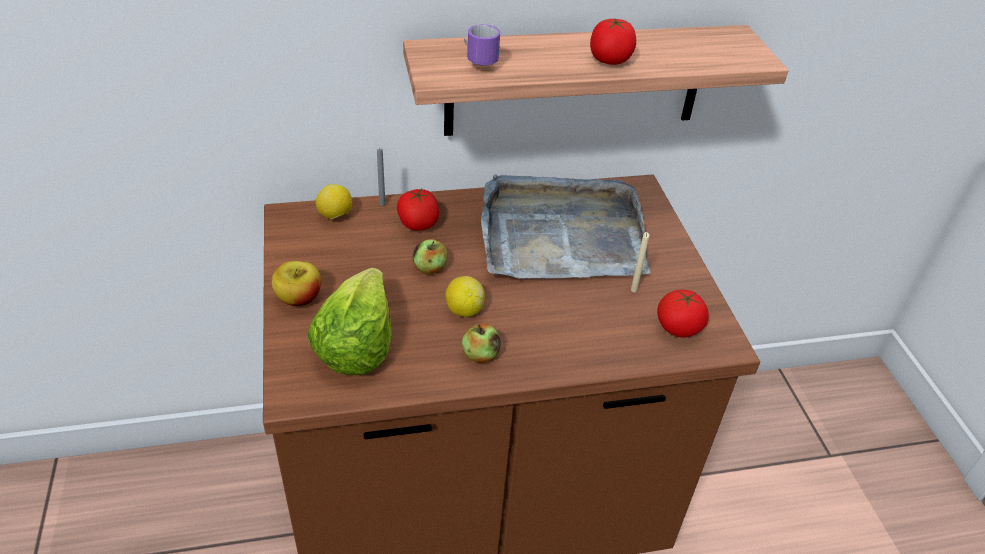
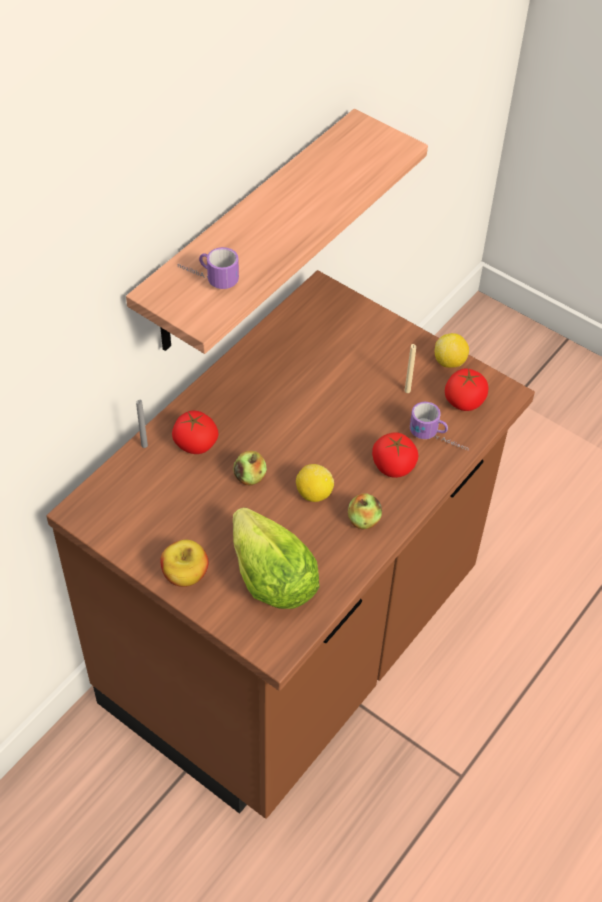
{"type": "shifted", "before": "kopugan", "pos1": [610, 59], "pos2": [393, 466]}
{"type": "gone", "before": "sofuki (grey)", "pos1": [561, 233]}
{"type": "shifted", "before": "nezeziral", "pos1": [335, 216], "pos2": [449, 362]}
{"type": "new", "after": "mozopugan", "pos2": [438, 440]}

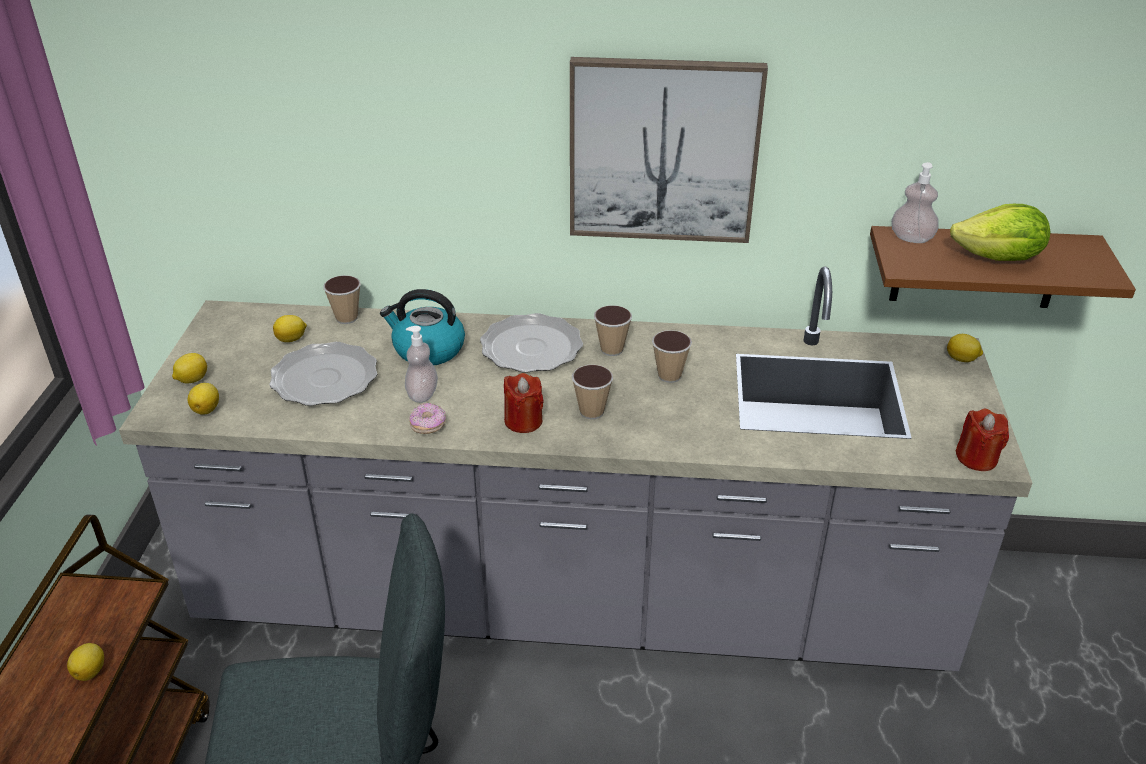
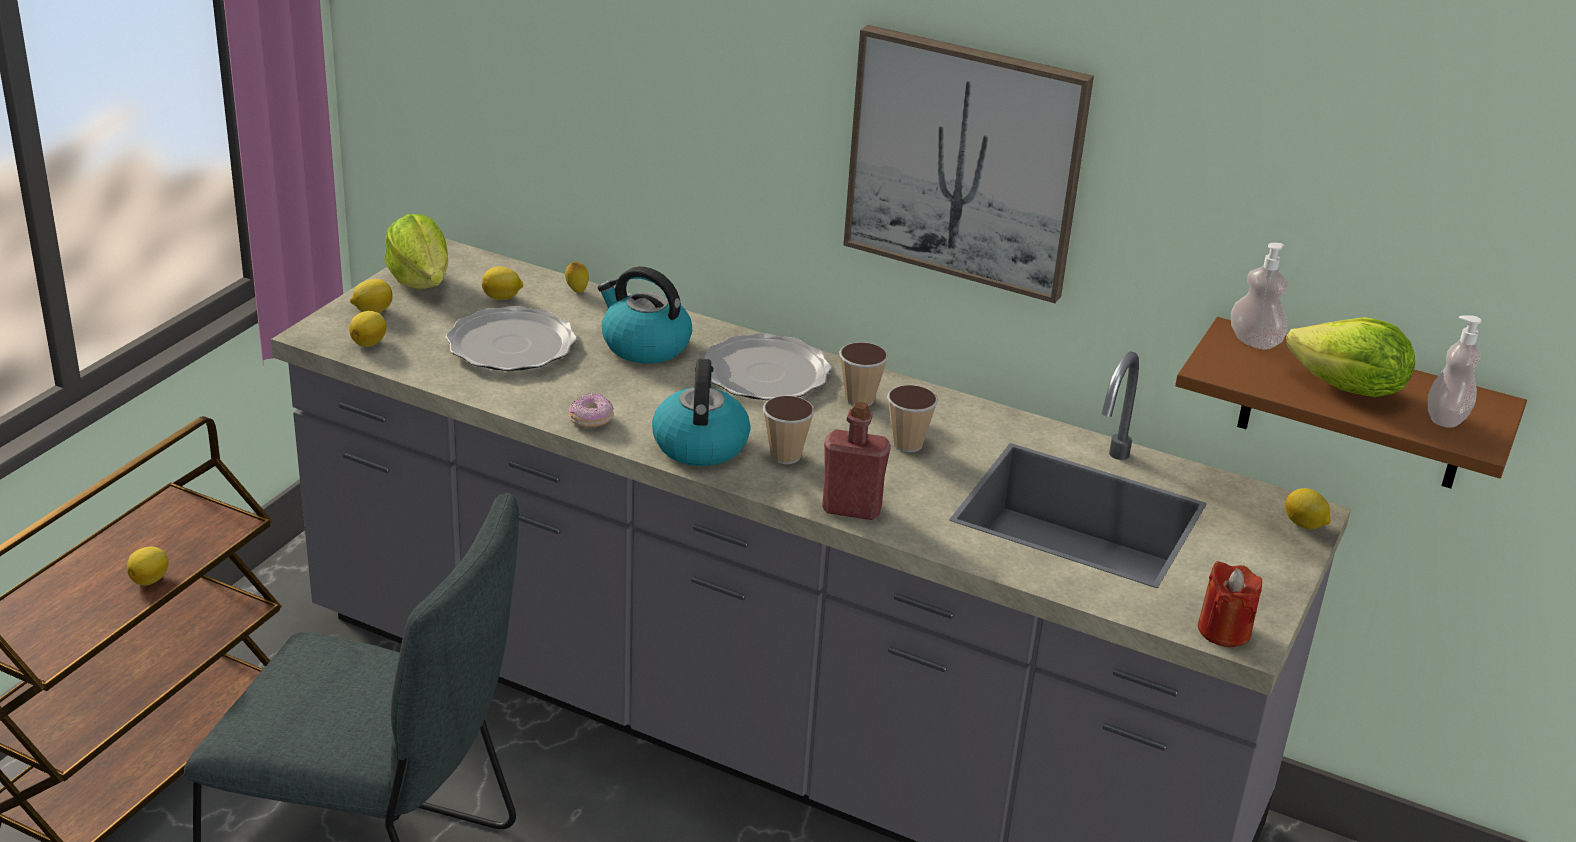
{"type": "swapped", "before": "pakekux", "after": "nezeziral", "pos1": [346, 318], "pos2": [577, 291]}
{"type": "shifted", "before": "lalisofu", "pos1": [422, 394], "pos2": [1446, 418]}
{"type": "swapped", "before": "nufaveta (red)", "after": "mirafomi", "pos1": [523, 421], "pos2": [699, 444]}
{"type": "new", "after": "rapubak", "pos2": [420, 280]}
{"type": "new", "after": "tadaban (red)", "pos2": [851, 509]}

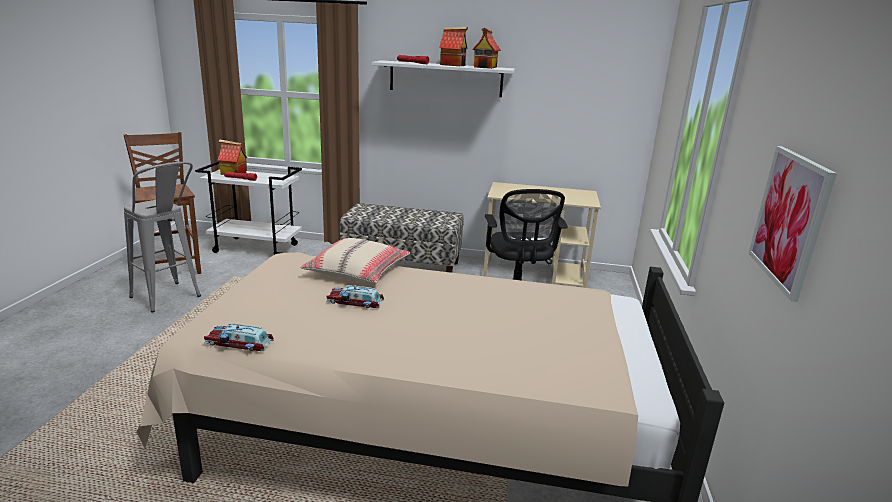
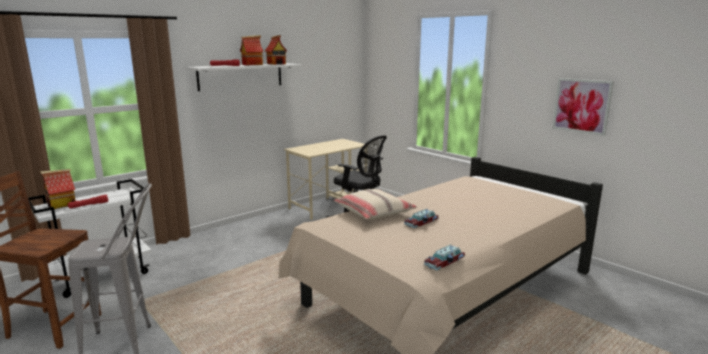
{"type": "gone", "before": "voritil", "pos1": [402, 265]}

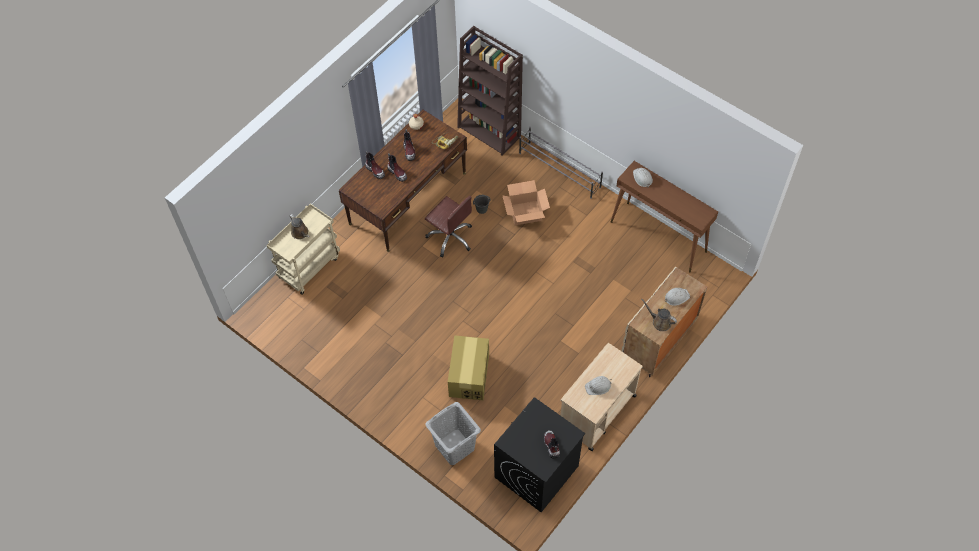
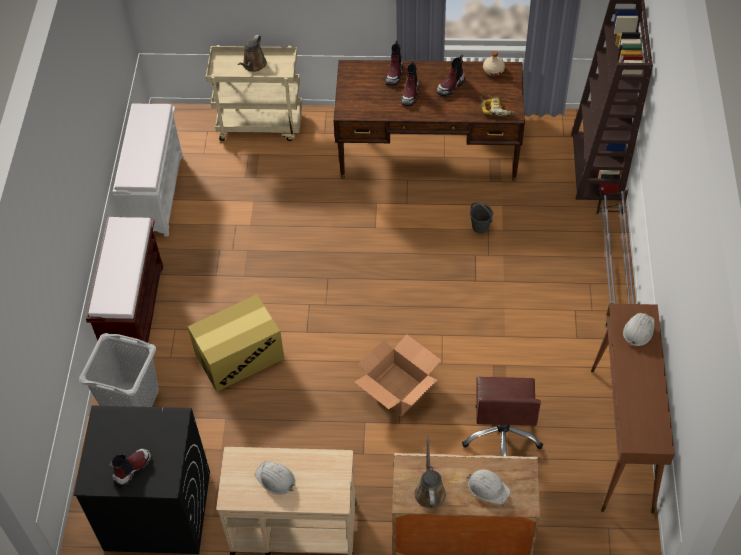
{"type": "shifted", "before": "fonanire", "pos1": [525, 212], "pos2": [398, 388]}
{"type": "shifted", "before": "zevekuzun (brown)", "pos1": [450, 237], "pos2": [502, 435]}
{"type": "new", "after": "voritil (white)", "pos2": [156, 193]}
{"type": "new", "after": "voritil (brown)", "pos2": [134, 310]}

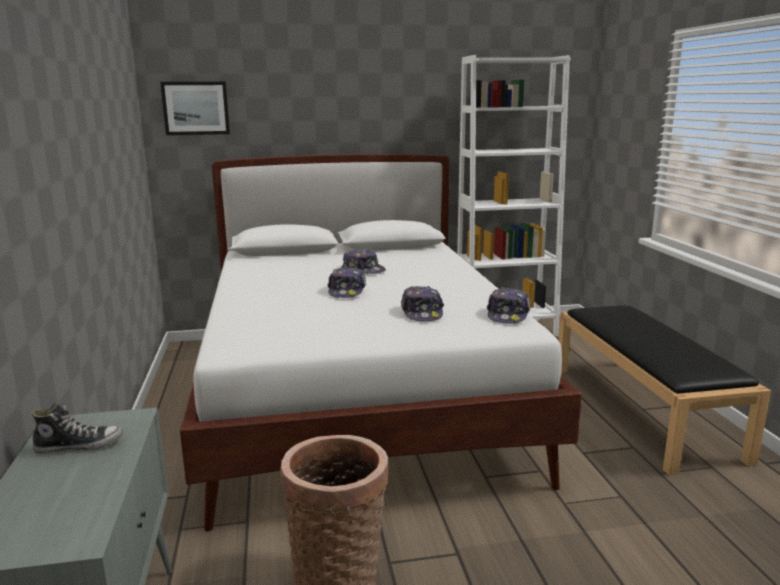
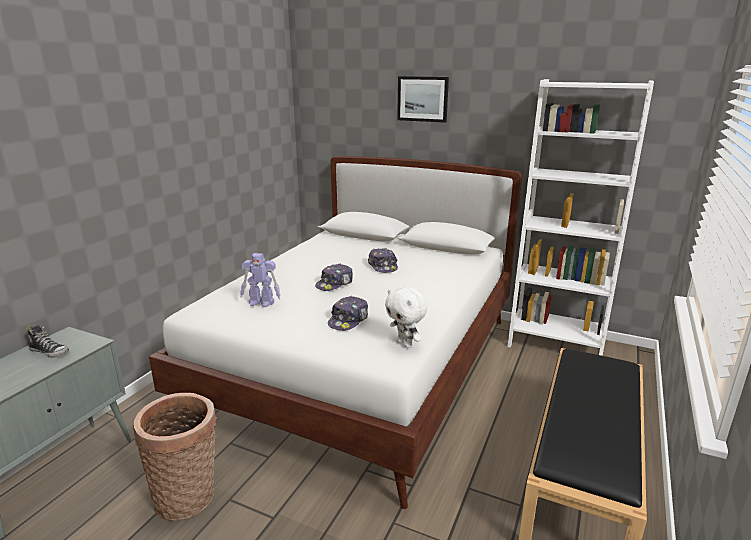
{"type": "shifted", "before": "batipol", "pos1": [196, 108], "pos2": [422, 99]}
{"type": "swapped", "before": "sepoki", "after": "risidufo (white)", "pos1": [508, 315], "pos2": [405, 344]}
{"type": "new", "after": "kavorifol", "pos2": [262, 303]}

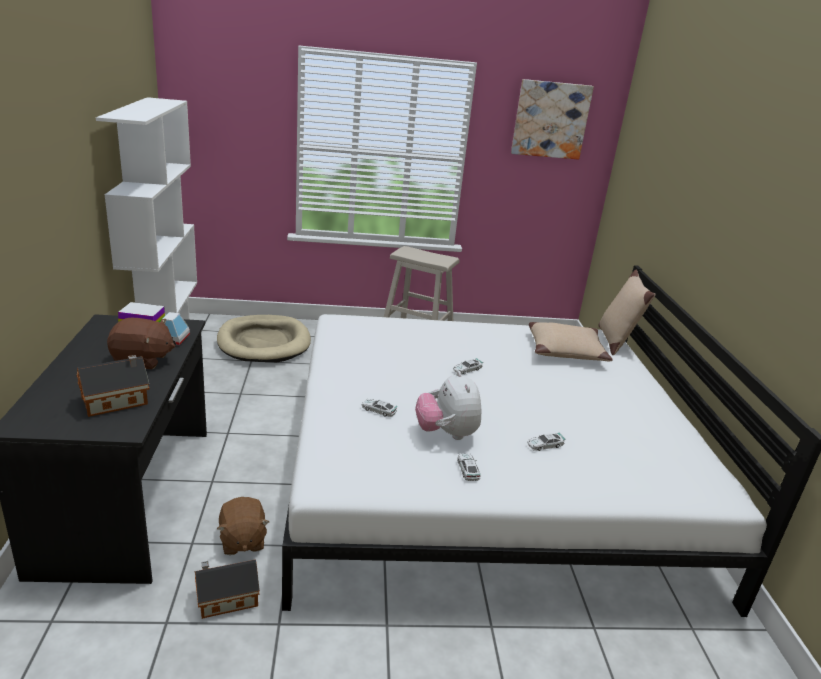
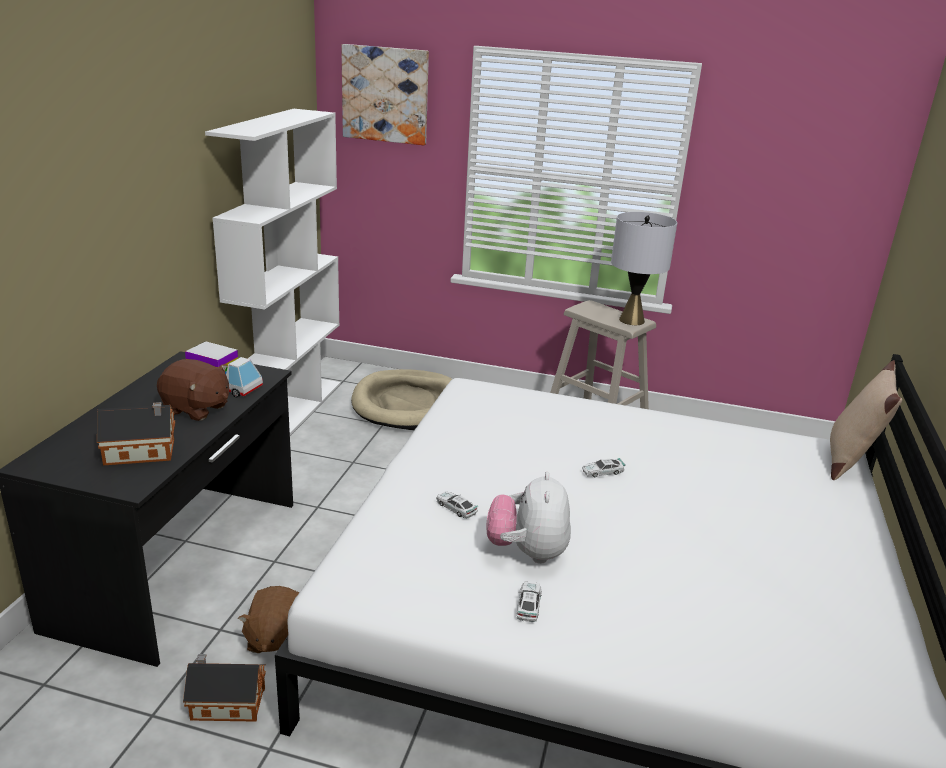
{"type": "shifted", "before": "batipol", "pos1": [550, 119], "pos2": [385, 94]}
{"type": "gone", "before": "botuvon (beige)", "pos1": [565, 350]}
{"type": "gone", "before": "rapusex", "pos1": [545, 445]}
{"type": "new", "after": "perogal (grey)", "pos2": [631, 320]}

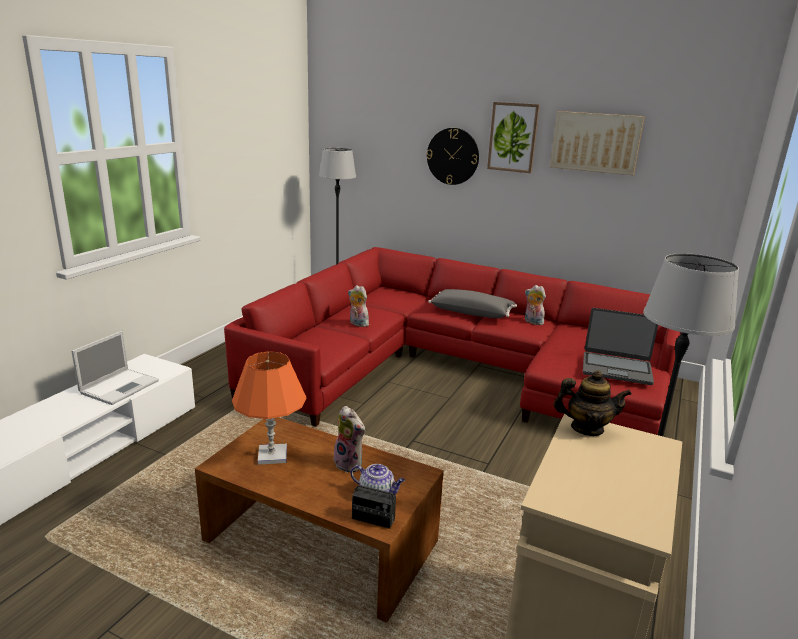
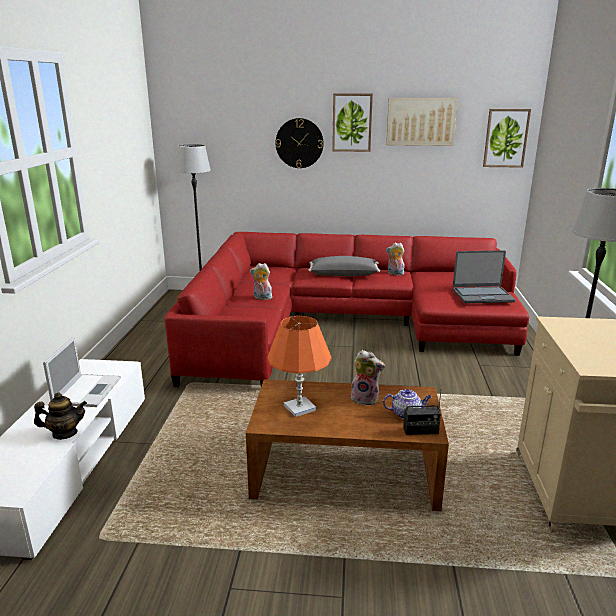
{"type": "shifted", "before": "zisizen", "pos1": [586, 428], "pos2": [65, 433]}
{"type": "new", "after": "batipol", "pos2": [506, 138]}

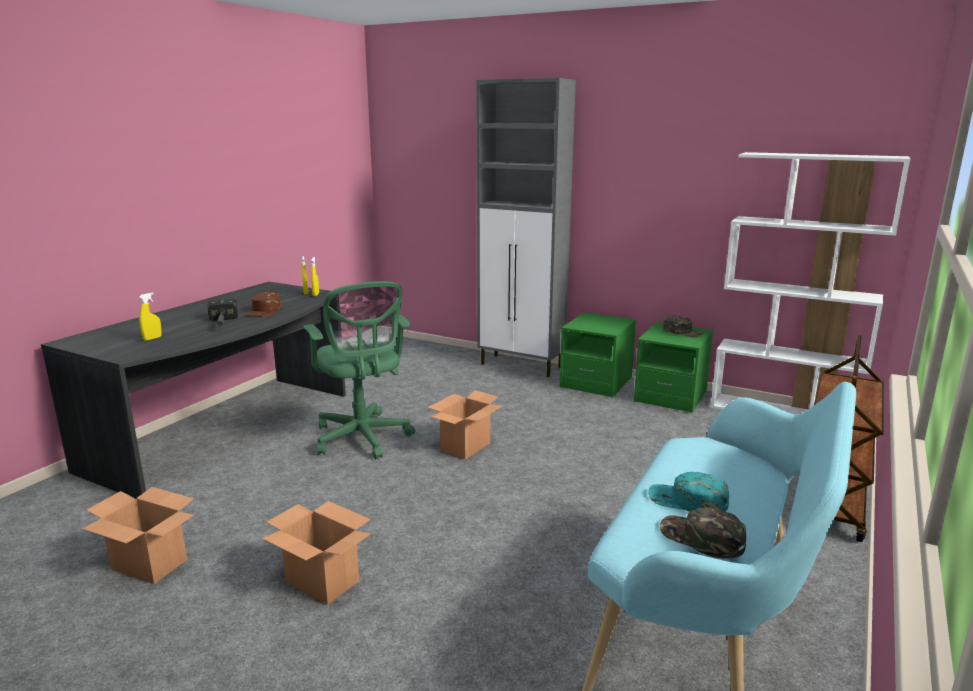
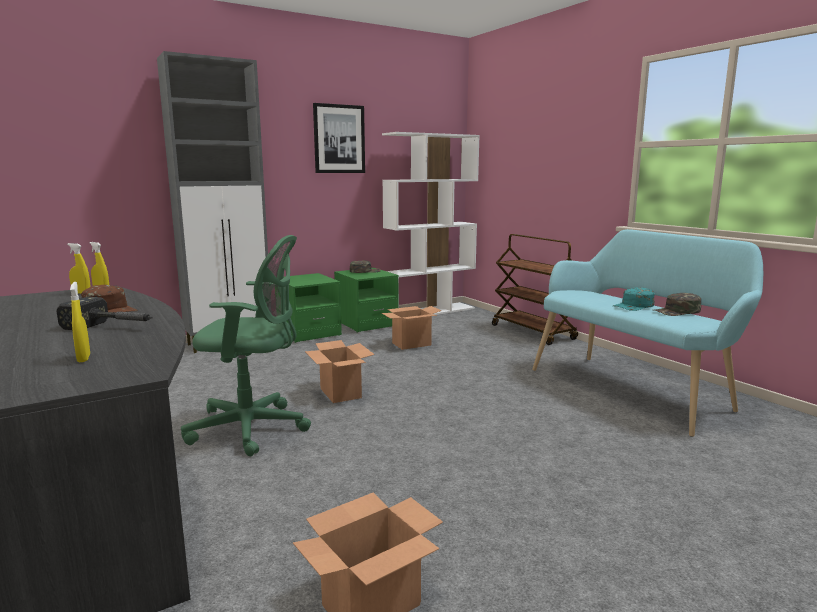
{"type": "shifted", "before": "fonanire", "pos1": [321, 581], "pos2": [411, 344]}
{"type": "new", "after": "batipol", "pos2": [339, 139]}

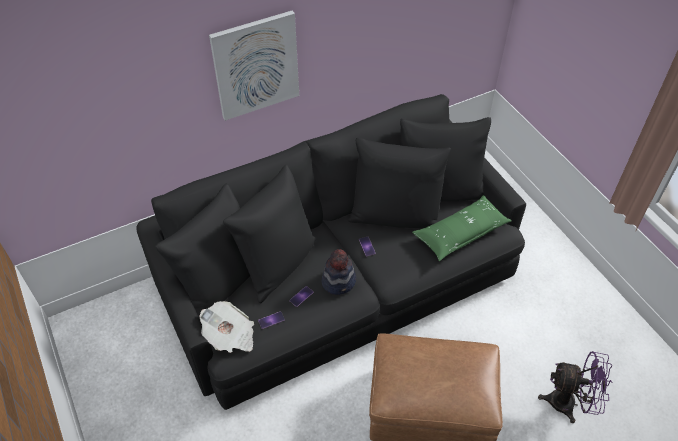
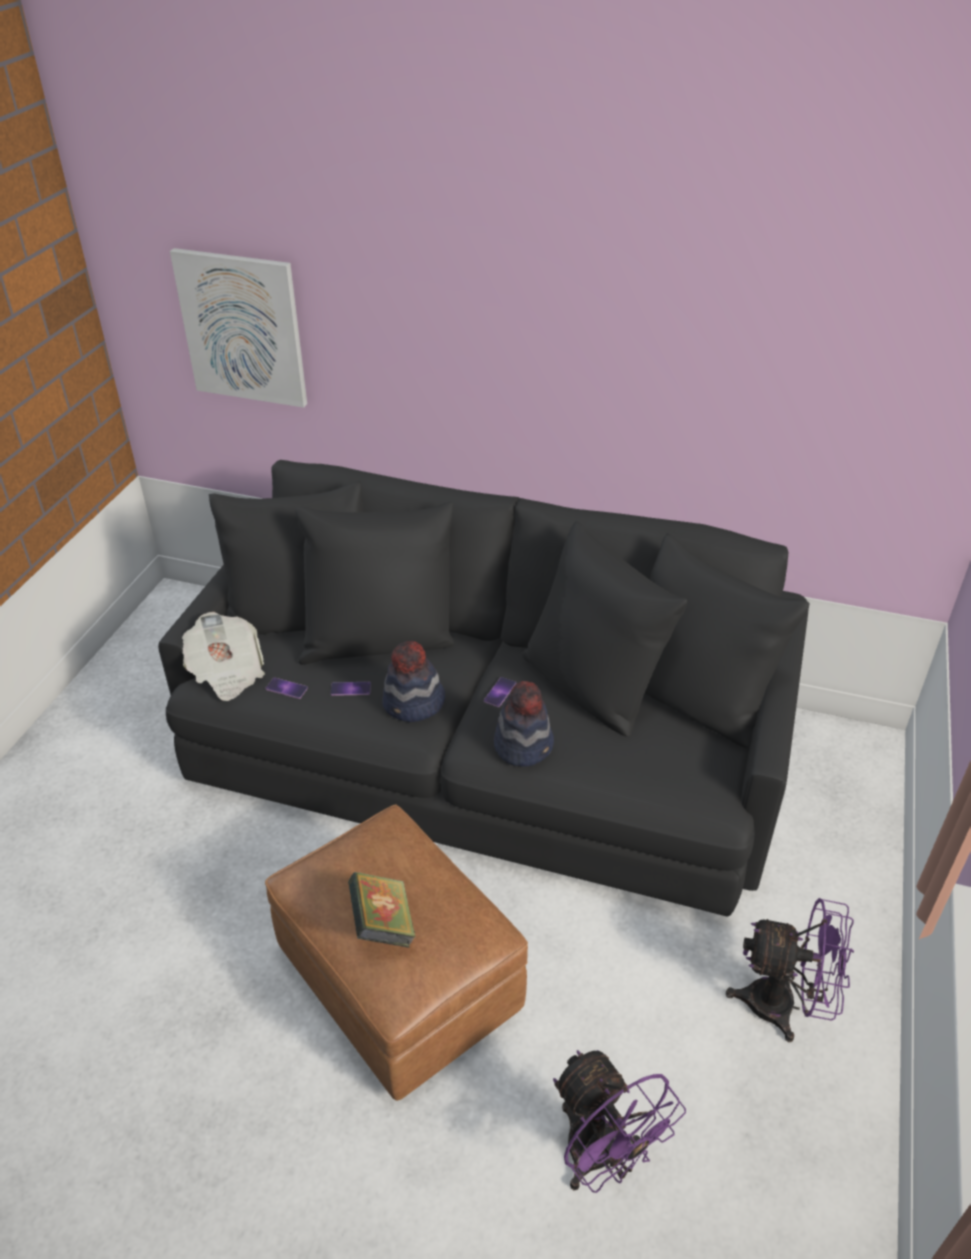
{"type": "shifted", "before": "batipol", "pos1": [256, 65], "pos2": [242, 328]}
{"type": "gone", "before": "botuvon (green)", "pos1": [460, 233]}
{"type": "new", "after": "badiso", "pos2": [524, 745]}
{"type": "new", "after": "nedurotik", "pos2": [383, 924]}
{"type": "new", "after": "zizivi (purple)", "pos2": [784, 1006]}

